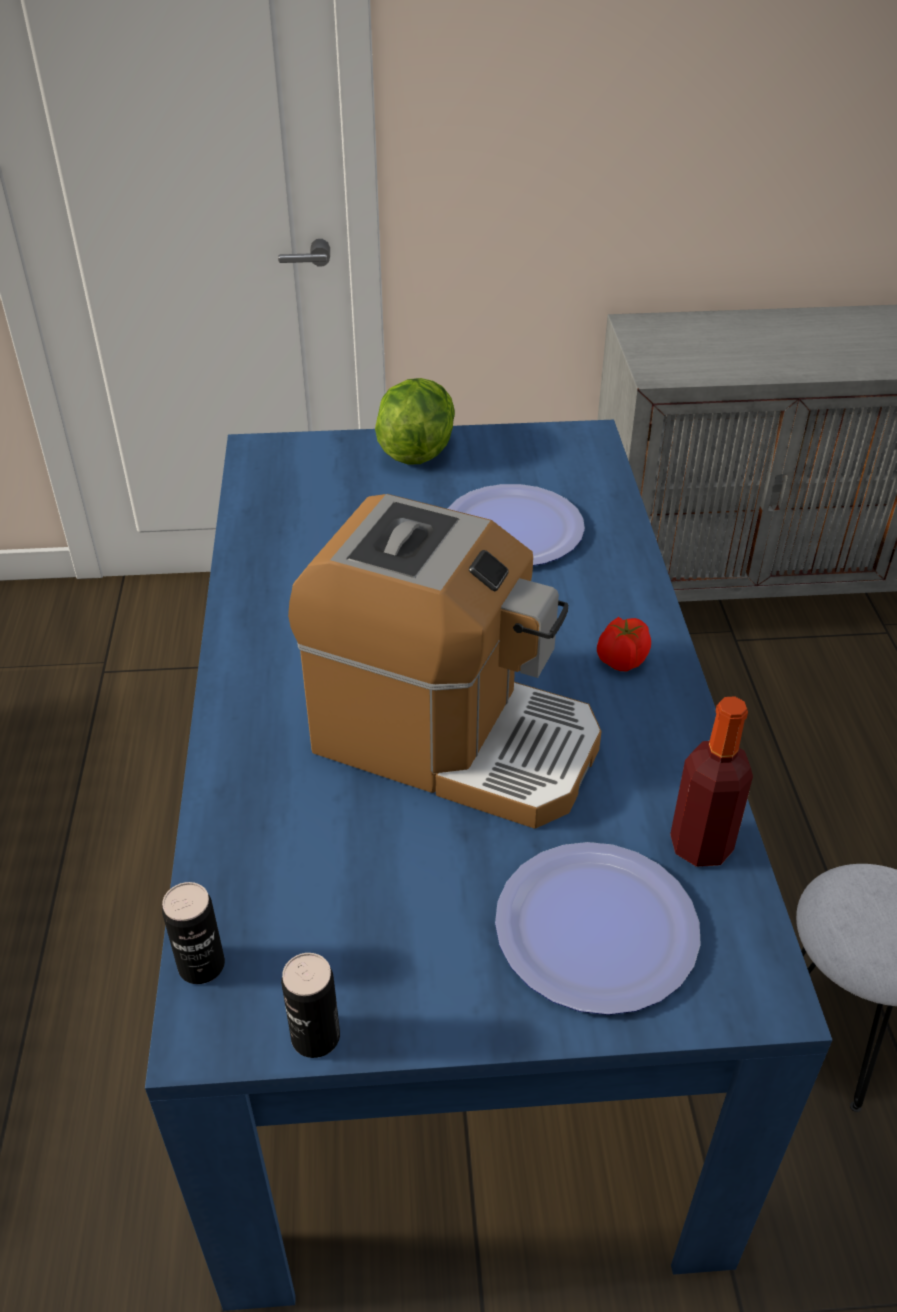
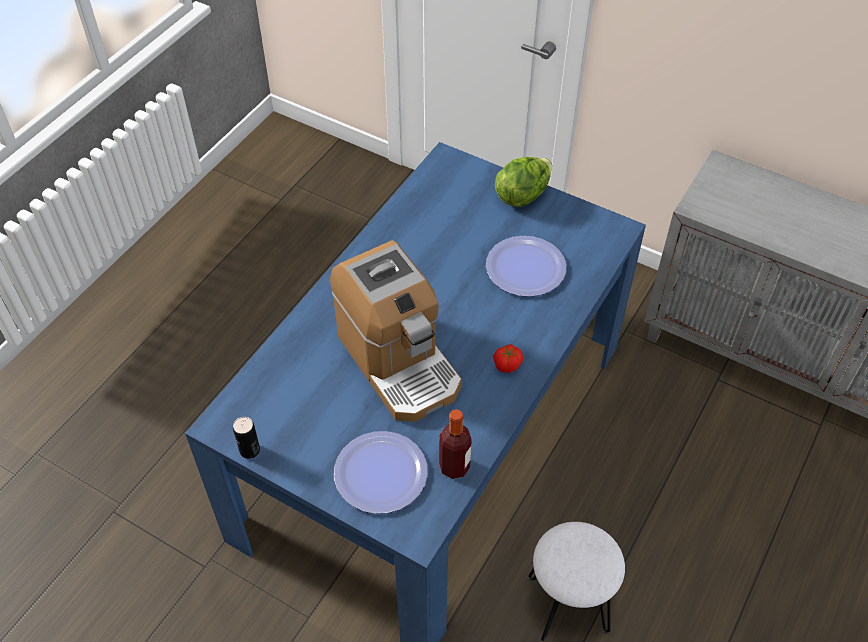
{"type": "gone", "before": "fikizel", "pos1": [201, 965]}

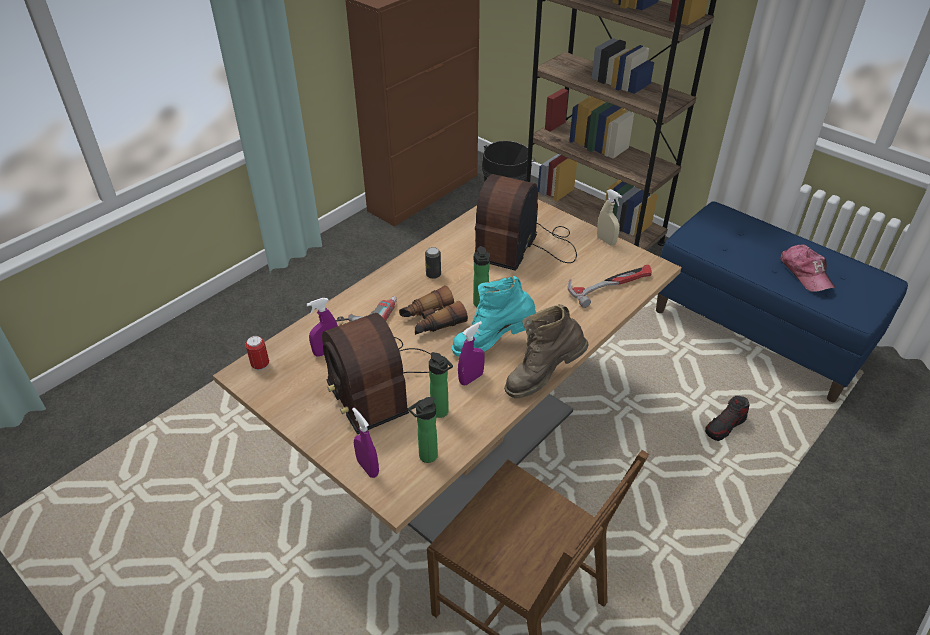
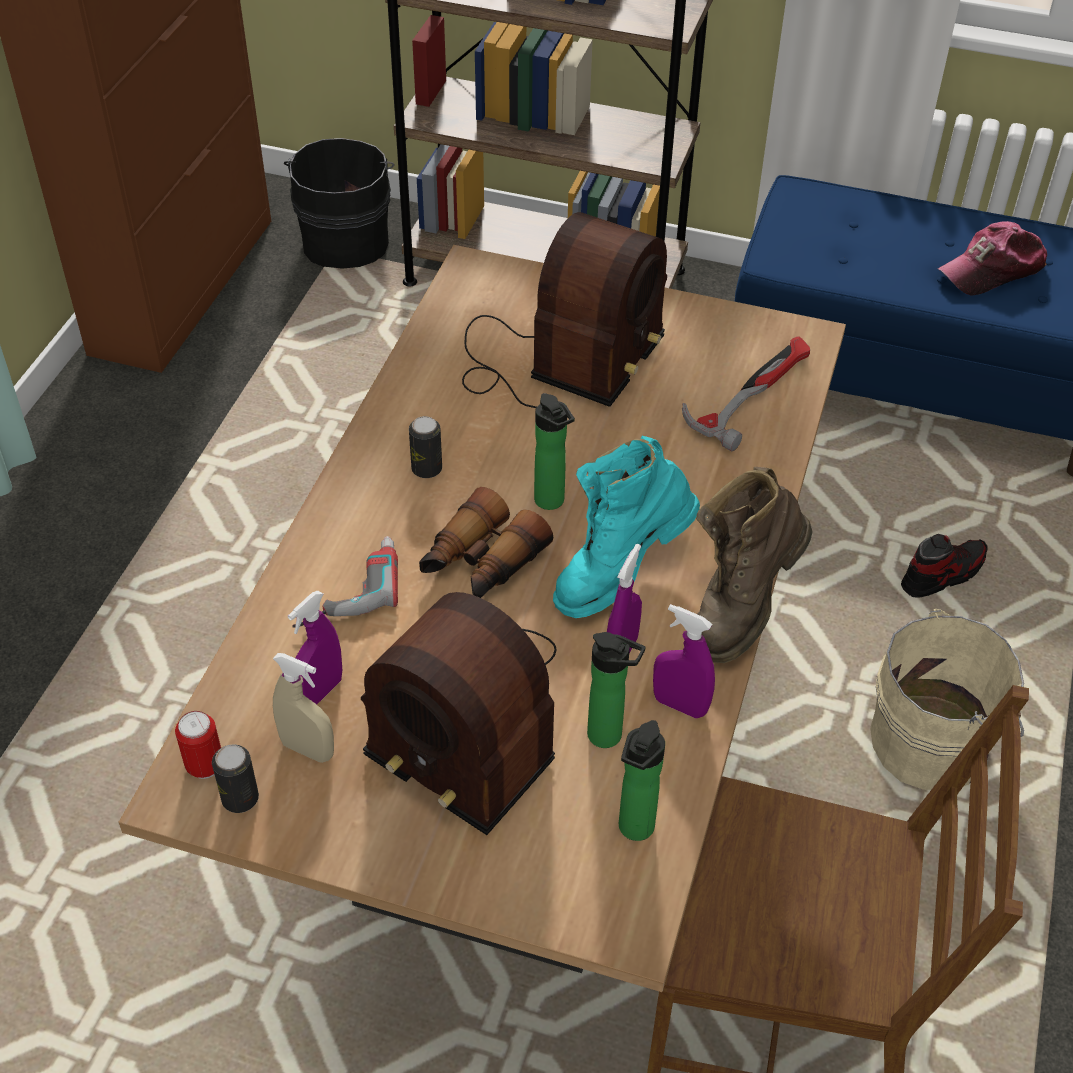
{"type": "rotated", "before": "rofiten", "pos1": [524, 246], "pos2": [559, 362], "turn": -150}
{"type": "shifted", "before": "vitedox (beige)", "pos1": [606, 241], "pos2": [308, 749]}
{"type": "rotated", "before": "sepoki", "pos1": [805, 273], "pos2": [992, 270], "turn": 105}
{"type": "rotated", "before": "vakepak", "pos1": [725, 426], "pos2": [942, 575], "turn": -150}
{"type": "shifted", "before": "vitedox (purple)", "pos1": [368, 468], "pos2": [680, 705]}
{"type": "new", "after": "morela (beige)", "pos2": [934, 742]}
{"type": "new", "after": "fikizel", "pos2": [240, 798]}

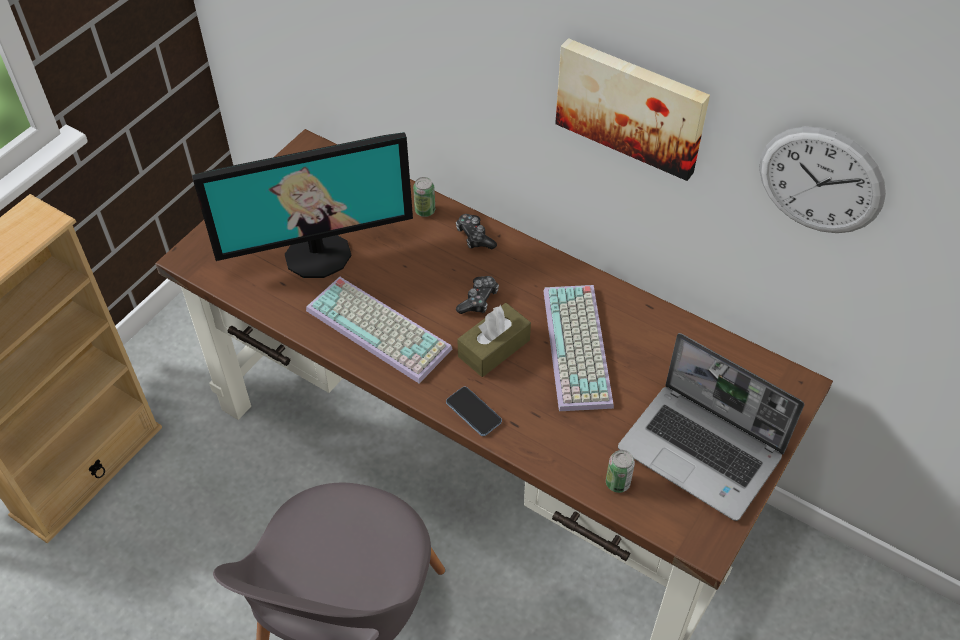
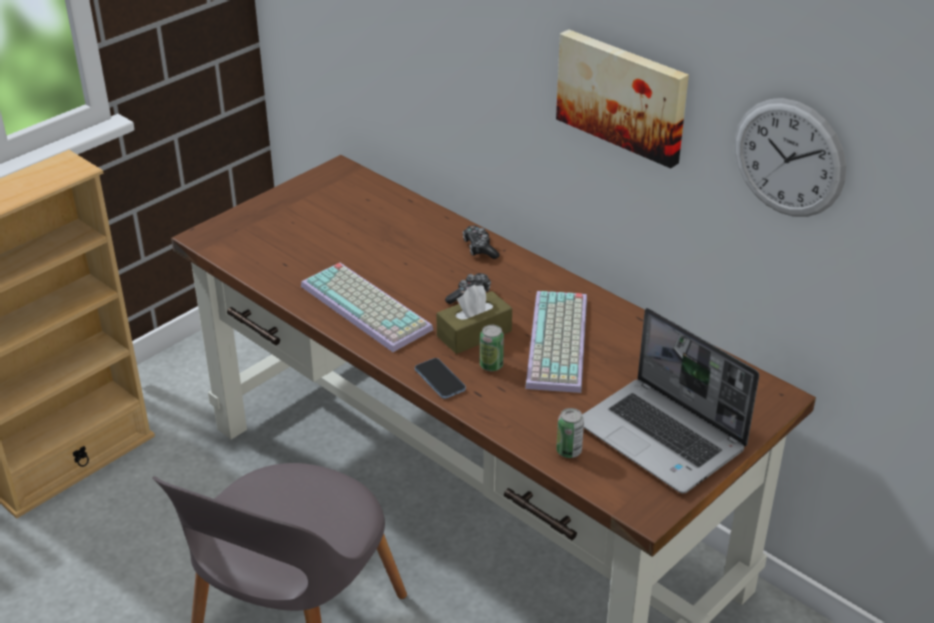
{"type": "gone", "before": "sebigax", "pos1": [318, 254]}
{"type": "shifted", "before": "fikizel", "pos1": [425, 210], "pos2": [491, 365]}

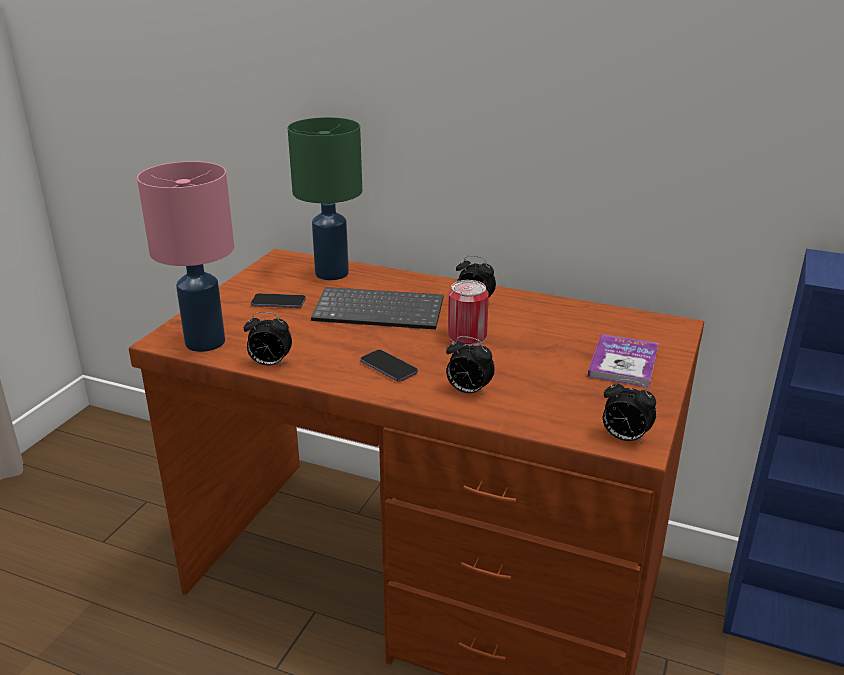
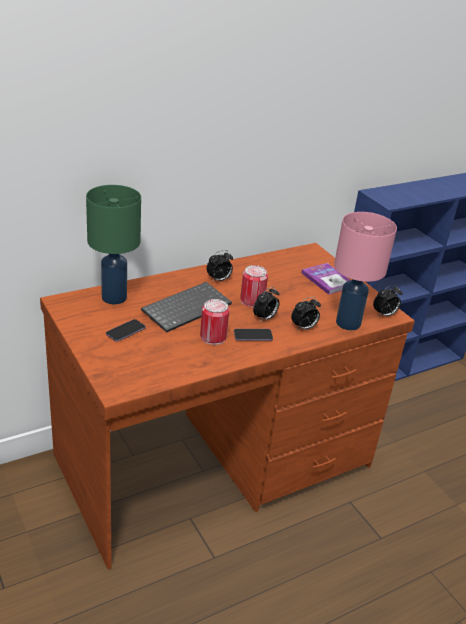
{"type": "shifted", "before": "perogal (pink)", "pos1": [205, 343], "pos2": [349, 323]}
{"type": "shifted", "before": "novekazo", "pos1": [269, 364], "pos2": [265, 318]}
{"type": "new", "after": "fikizel", "pos2": [213, 337]}

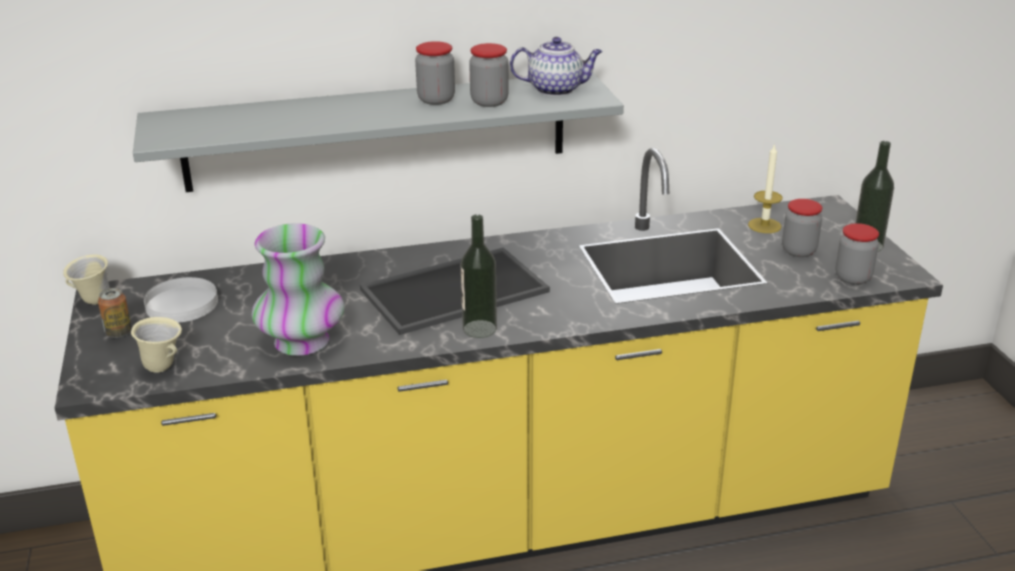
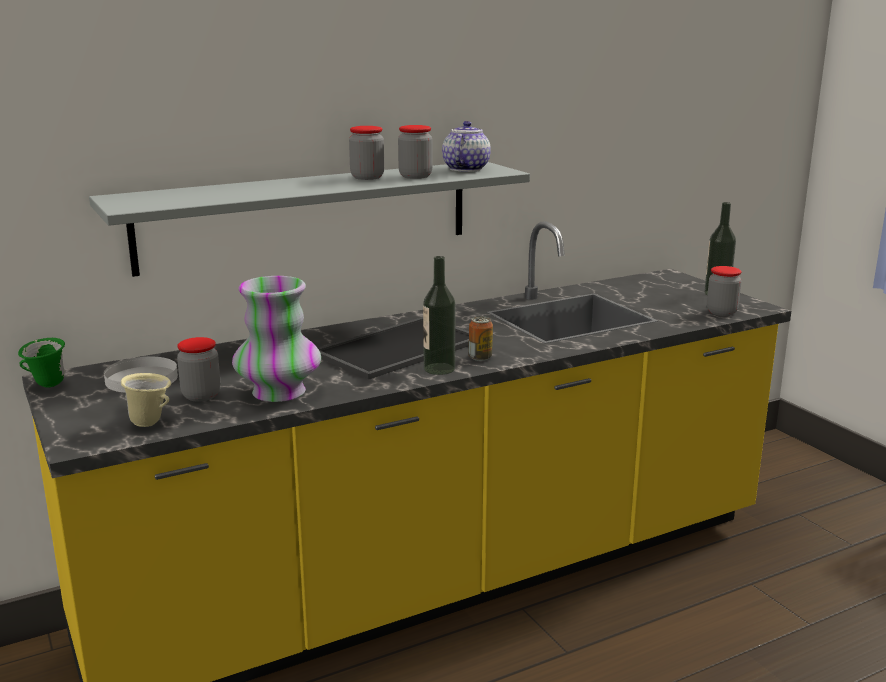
{"type": "rotated", "before": "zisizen", "pos1": [556, 89], "pos2": [465, 169], "turn": -60}
{"type": "gone", "before": "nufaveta", "pos1": [764, 225]}
{"type": "shifted", "before": "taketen", "pos1": [798, 251], "pos2": [201, 395]}
{"type": "repainted", "before": "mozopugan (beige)", "after": "mozopugan (green)", "pos1": [93, 302], "pos2": [47, 386]}
{"type": "shifted", "before": "fikizel", "pos1": [118, 332], "pos2": [480, 358]}

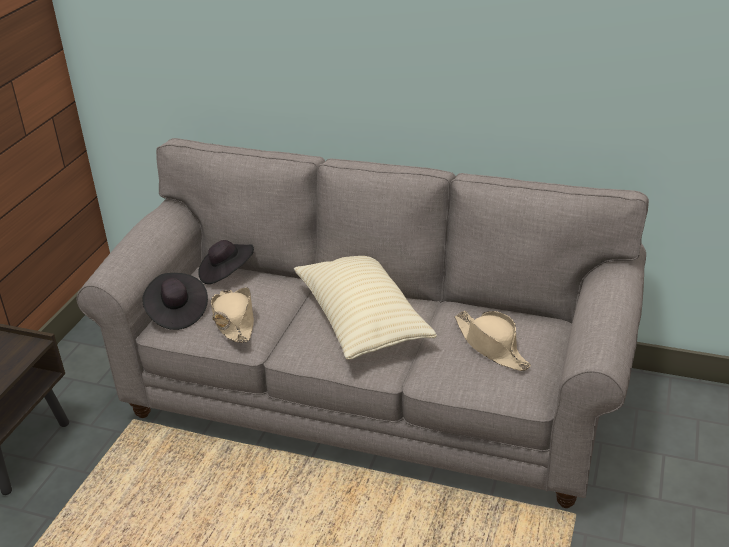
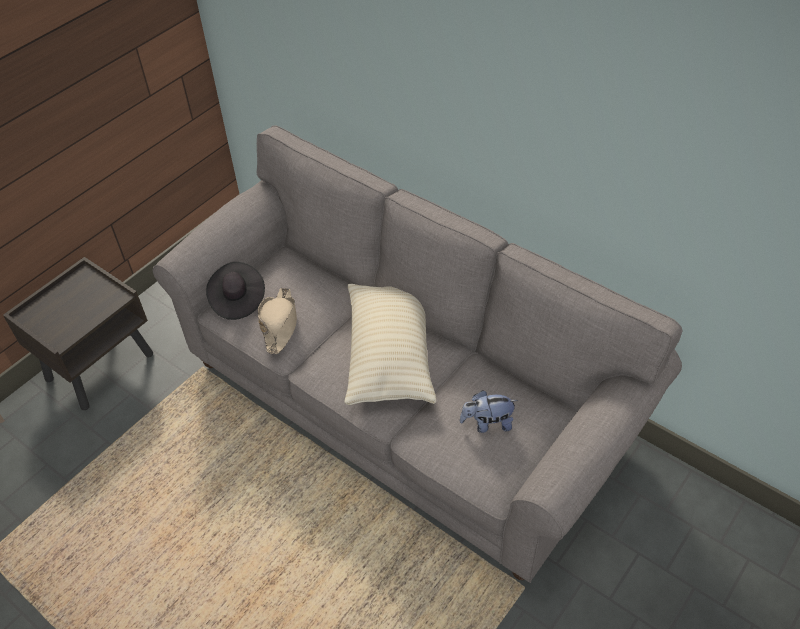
{"type": "gone", "before": "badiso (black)", "pos1": [226, 273]}
{"type": "swapped", "before": "badiso (beige)", "after": "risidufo", "pos1": [491, 346], "pos2": [487, 423]}

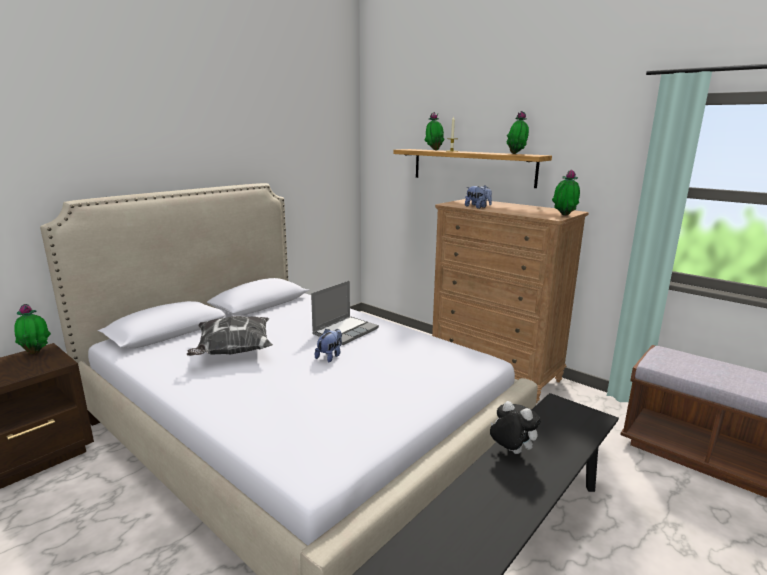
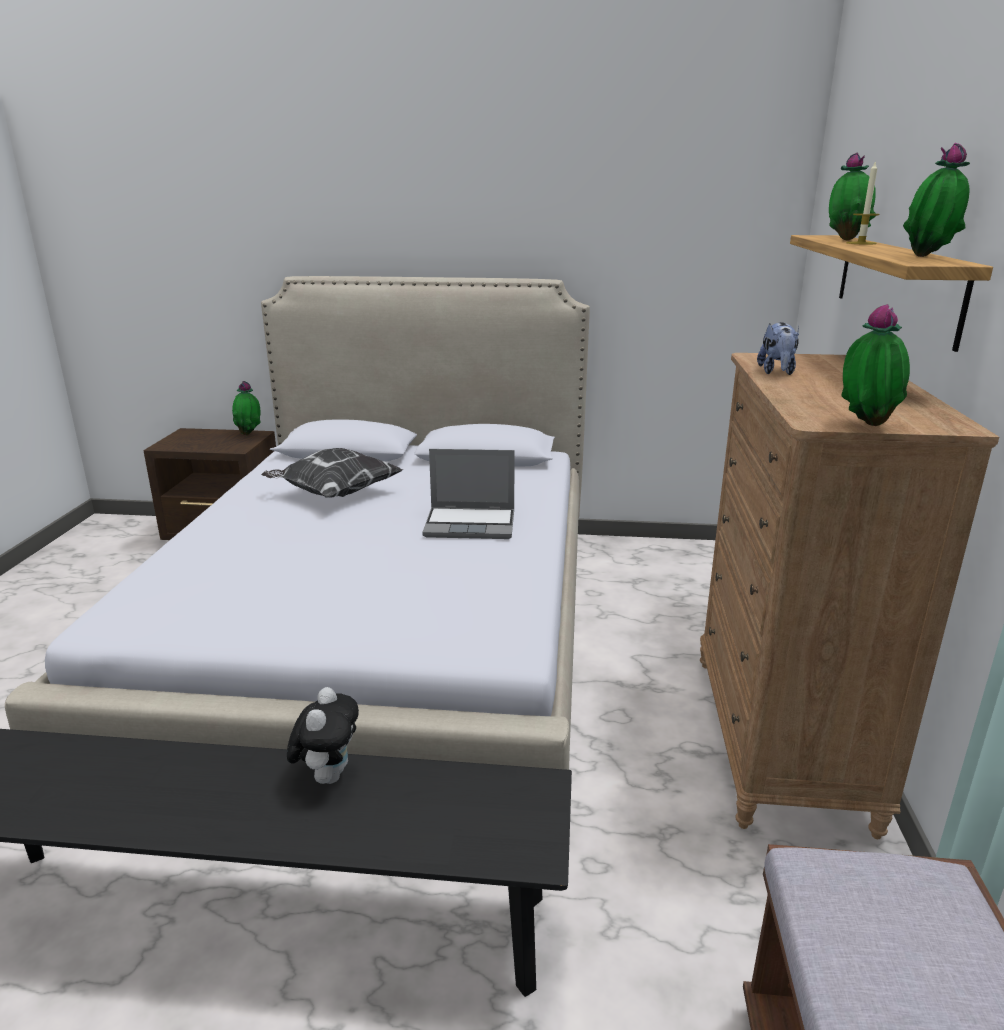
{"type": "gone", "before": "risidufo", "pos1": [330, 356]}

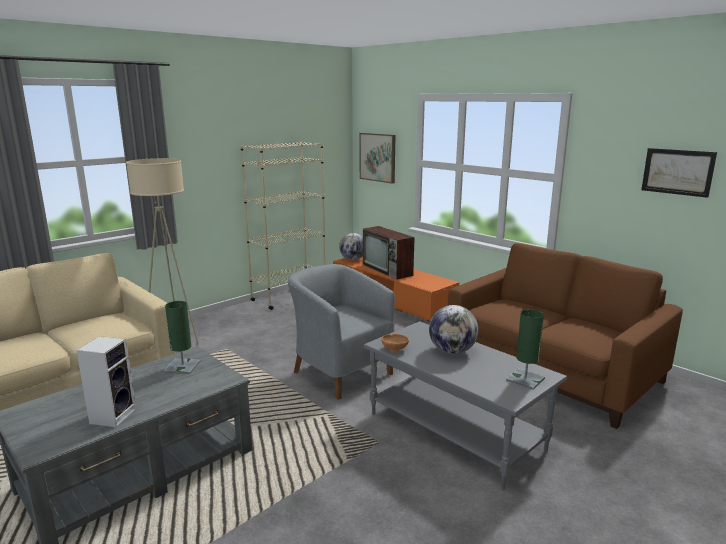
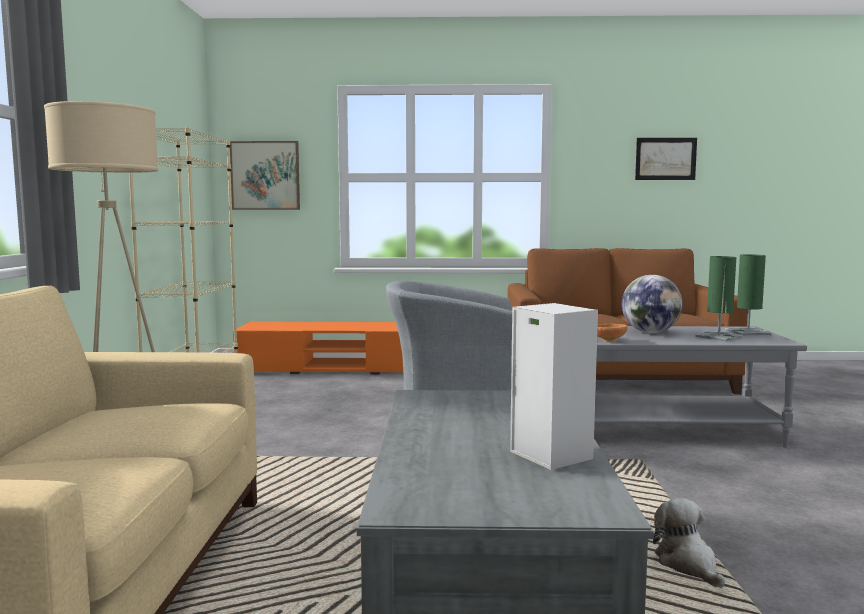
{"type": "gone", "before": "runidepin", "pos1": [388, 270]}
{"type": "gone", "before": "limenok", "pos1": [353, 259]}
{"type": "shifted", "before": "perogal (green)", "pos1": [183, 366], "pos2": [718, 337]}
{"type": "new", "after": "risidufo", "pos2": [688, 565]}

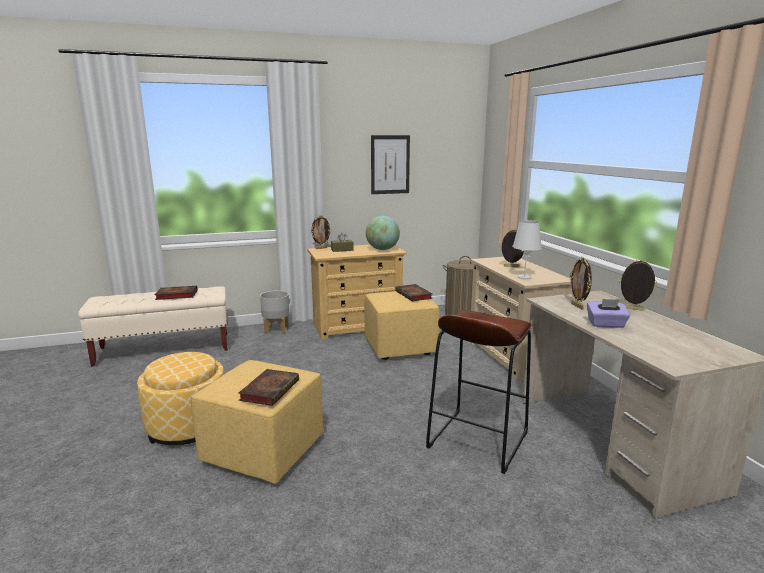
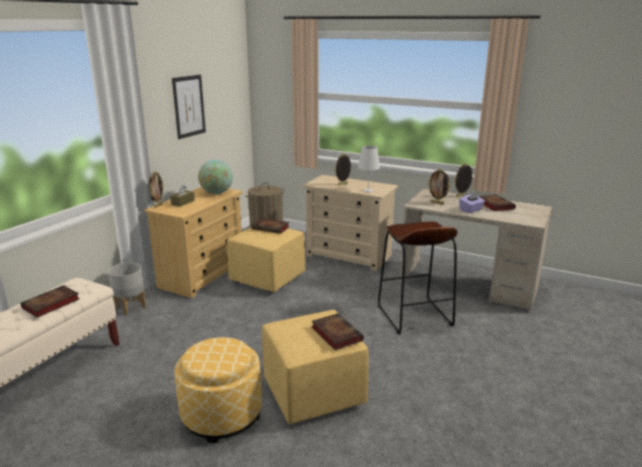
{"type": "new", "after": "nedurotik", "pos2": [494, 205]}

